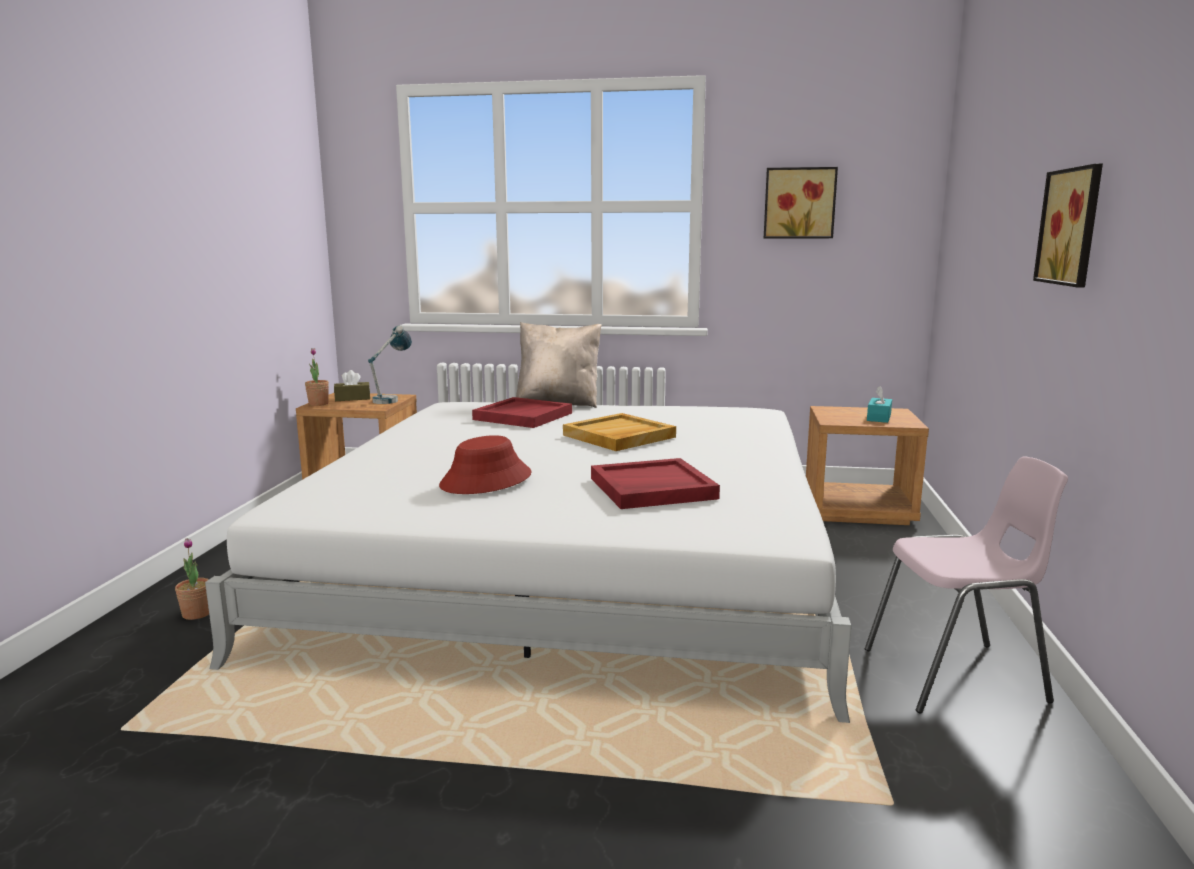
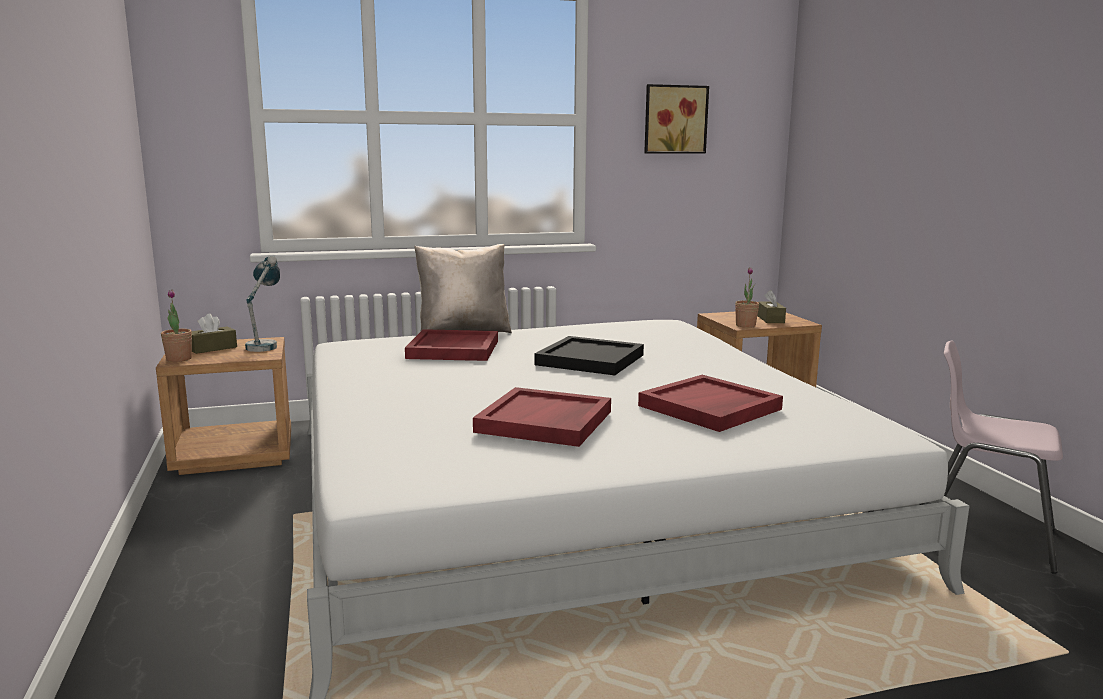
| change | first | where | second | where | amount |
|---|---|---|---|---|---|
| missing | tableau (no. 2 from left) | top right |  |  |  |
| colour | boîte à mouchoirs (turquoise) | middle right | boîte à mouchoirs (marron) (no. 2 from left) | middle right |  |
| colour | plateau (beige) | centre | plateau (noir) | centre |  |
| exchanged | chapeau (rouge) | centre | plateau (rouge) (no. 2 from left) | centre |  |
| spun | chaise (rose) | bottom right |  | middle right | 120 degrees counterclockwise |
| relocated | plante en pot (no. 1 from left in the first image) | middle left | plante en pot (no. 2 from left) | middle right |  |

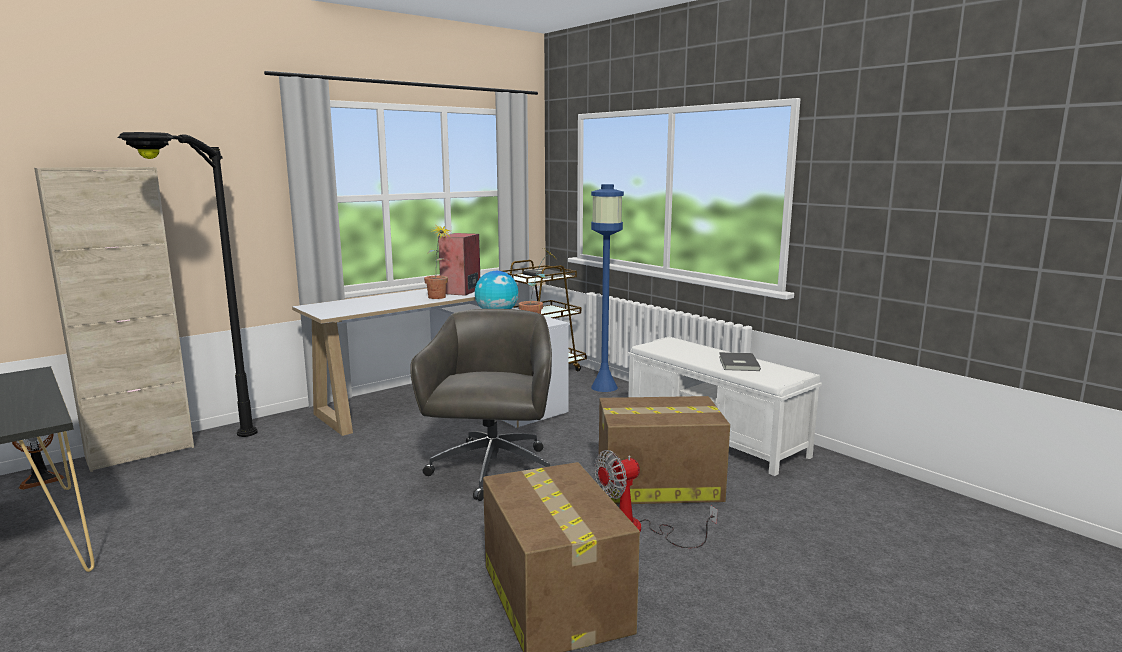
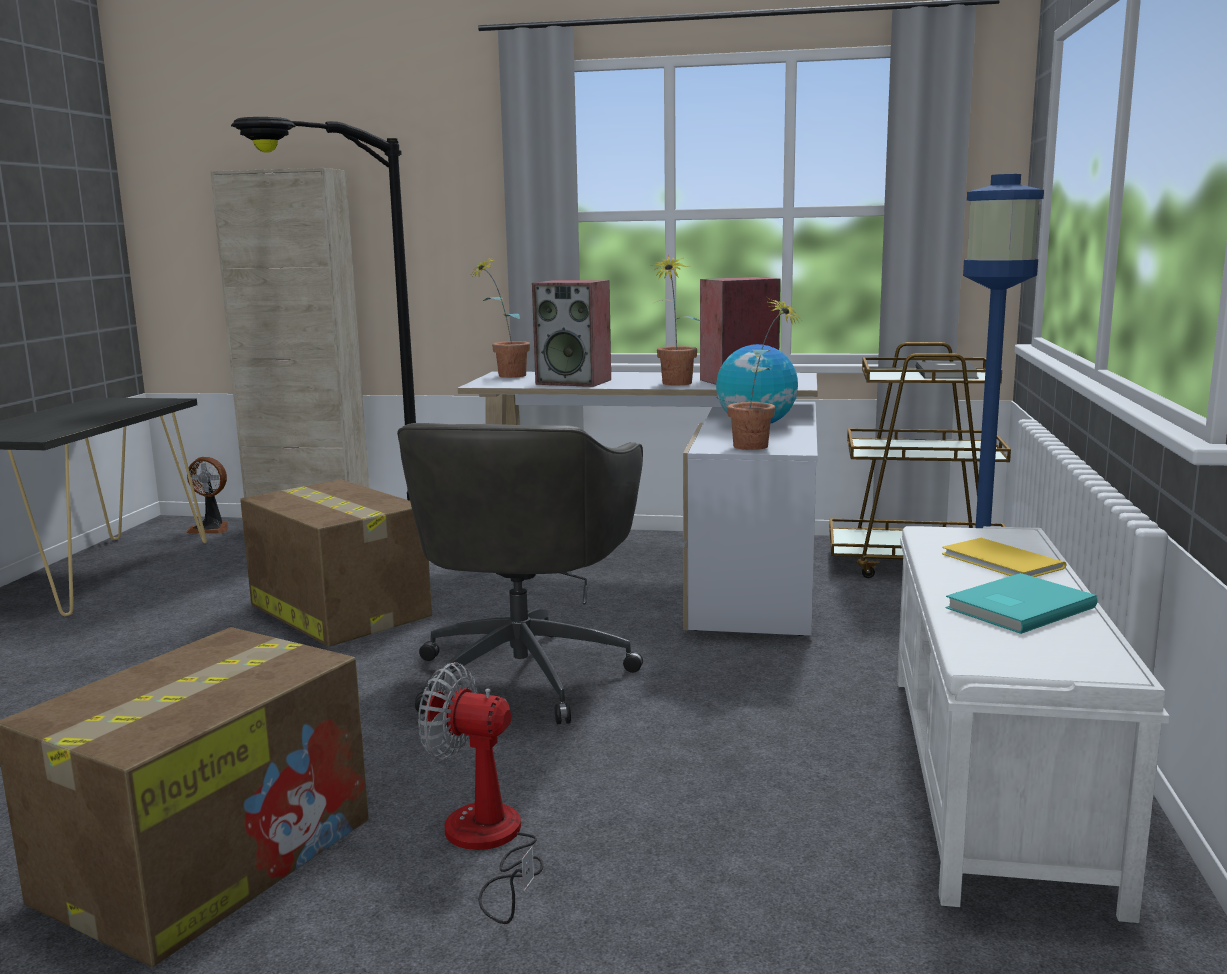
| change | first | where | second | where | amount |
|---|---|---|---|---|---|
| spun | chaise de bureau (gris) | centre |  | centre | 135 degrees clockwise |
| colour | livre (gris) (no. 2 from left) | centre | livre (turquoise) | middle right |  |
| relocated | carton (no. 2 from left) | bottom centre |  | middle left |  |
| appeared |  |  | plante en pot (no. 1 from left) | top centre |  |
| appeared |  |  | enceinte (no. 1 from left) | centre |  |
| appeared |  |  | livre (jaune) | middle right |  |

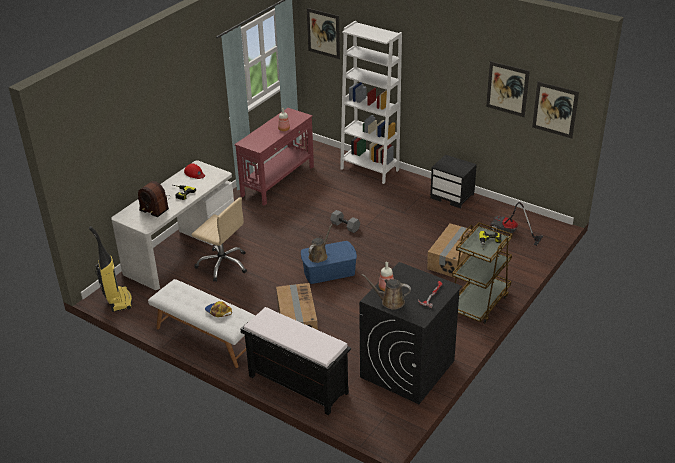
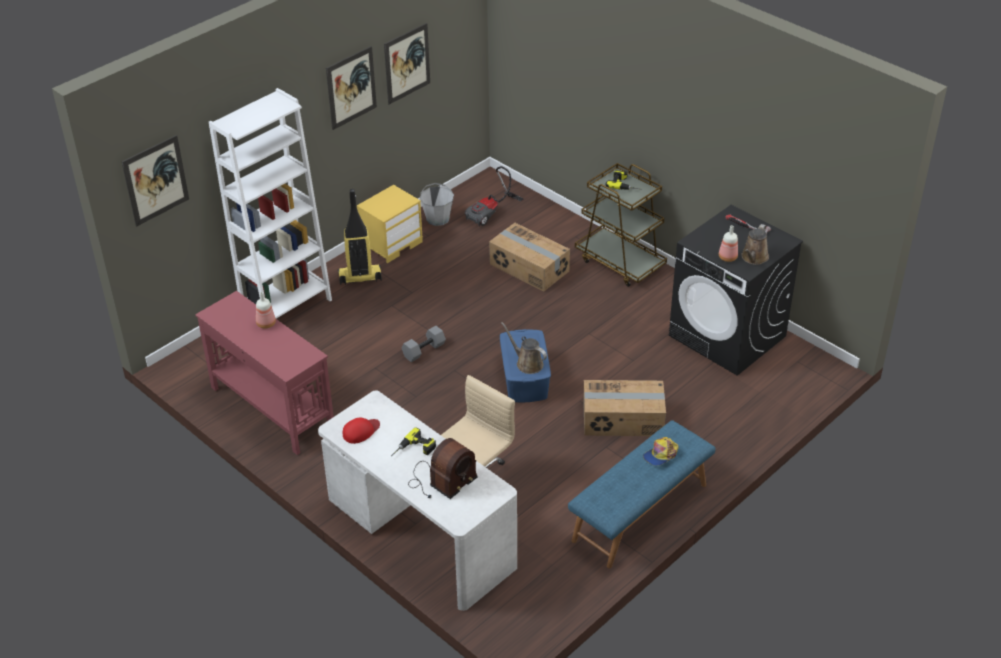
| change | first | where | second | where | amount |
|---|---|---|---|---|---|
| relocated | tableau (no. 3 from left in the first image) | top right | tableau (no. 2 from left) | top centre |  |
| colour | table de chevet (noir) | middle right | table de chevet (jaune) | centre |  |
| relocated | aspirateur (no. 1 from left) | middle left |  | centre |  |
| colour | banc (blanc) | bottom left | banc (bleu) | bottom centre |  |
| missing | banc (noir) | bottom centre |  |  |  |
| appeared |  |  | seau (gris) | top centre |  |

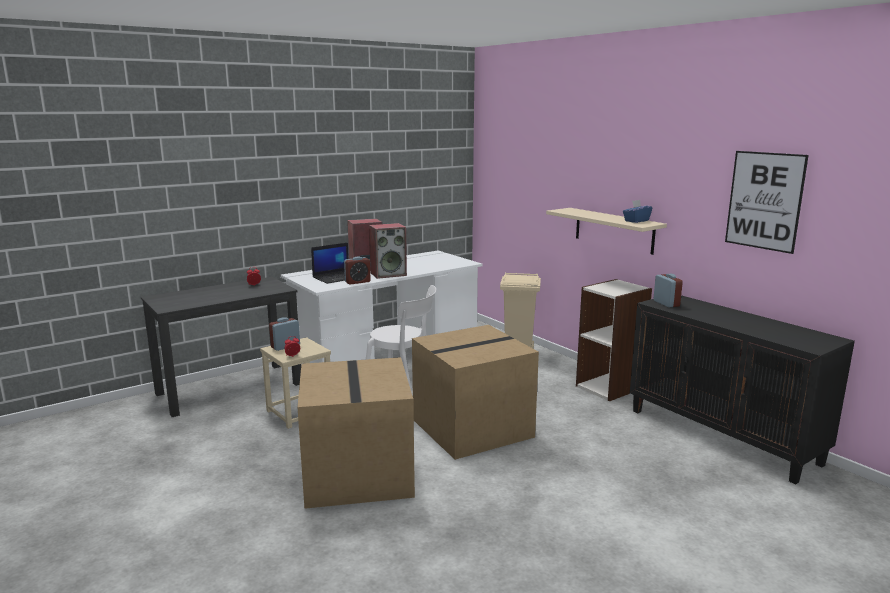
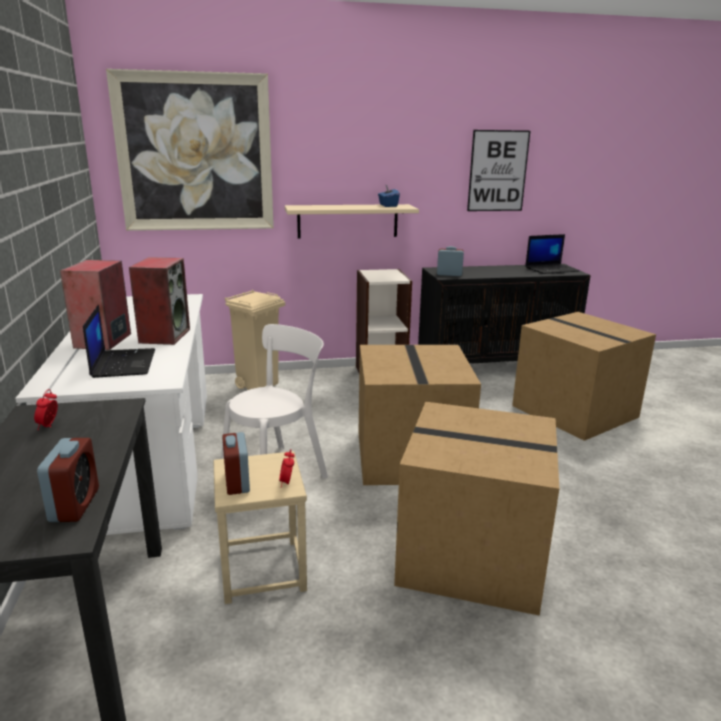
| change | first | where | second | where | amount |
|---|---|---|---|---|---|
| relocated | réveil (no. 4 from left in the first image) | centre | réveil (no. 2 from left) | middle left |  |
| appeared |  |  | tableau (no. 1 from left) | top left |  |
| appeared |  |  | ordinateur portable (no. 2 from left) | middle right |  |
| appeared |  |  | carton (no. 3 from left) | middle right |  |

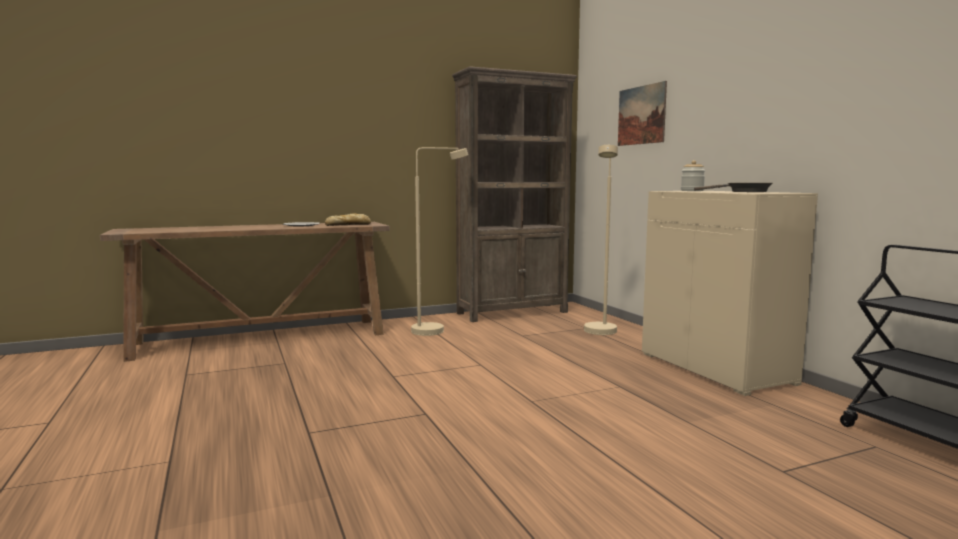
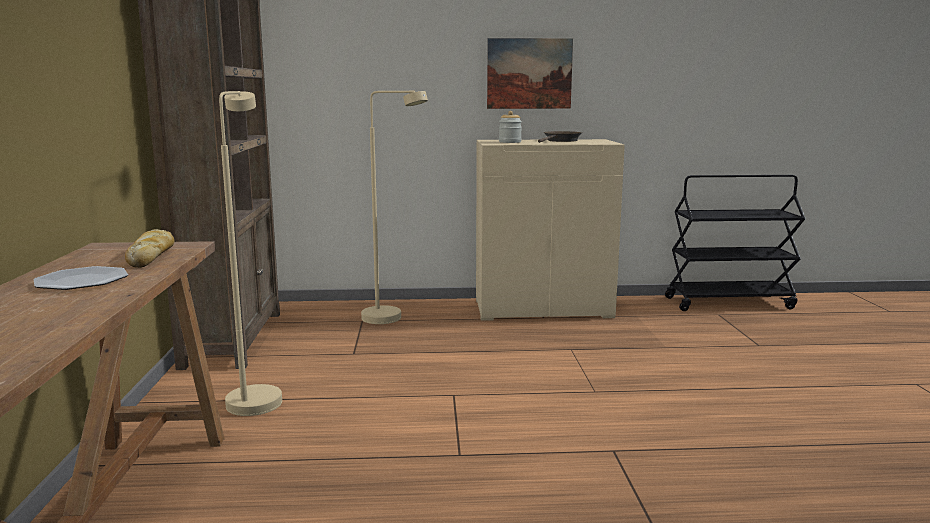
| change | first | where | second | where | amount |
|---|---|---|---|---|---|
| relocated | tableau | top right |  | top centre |  |

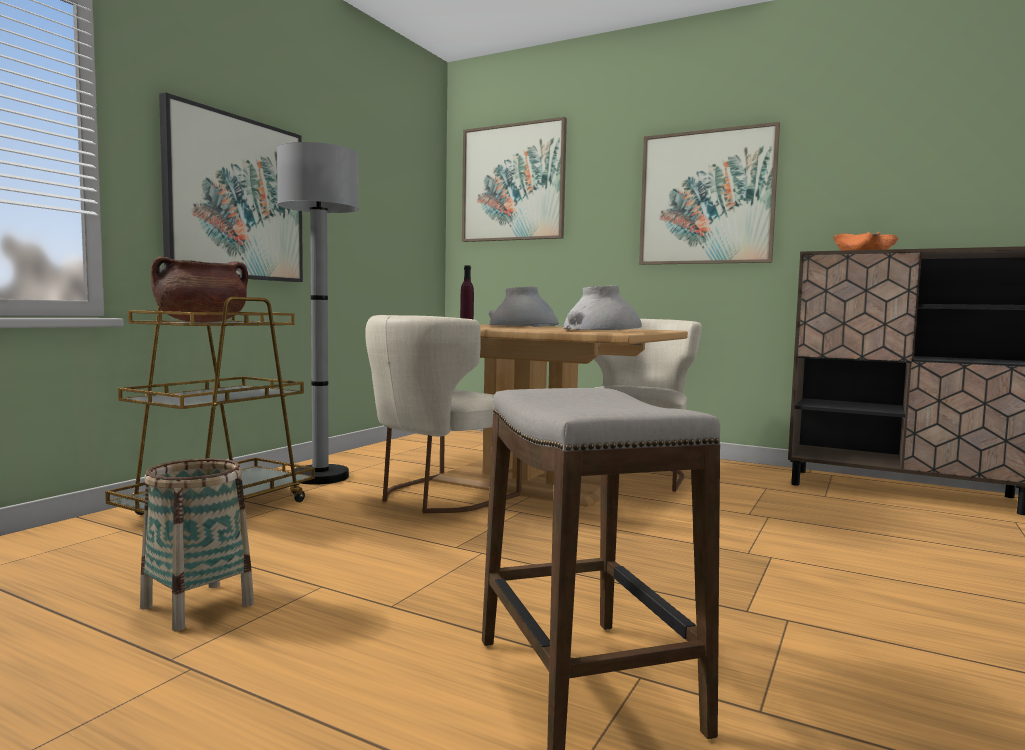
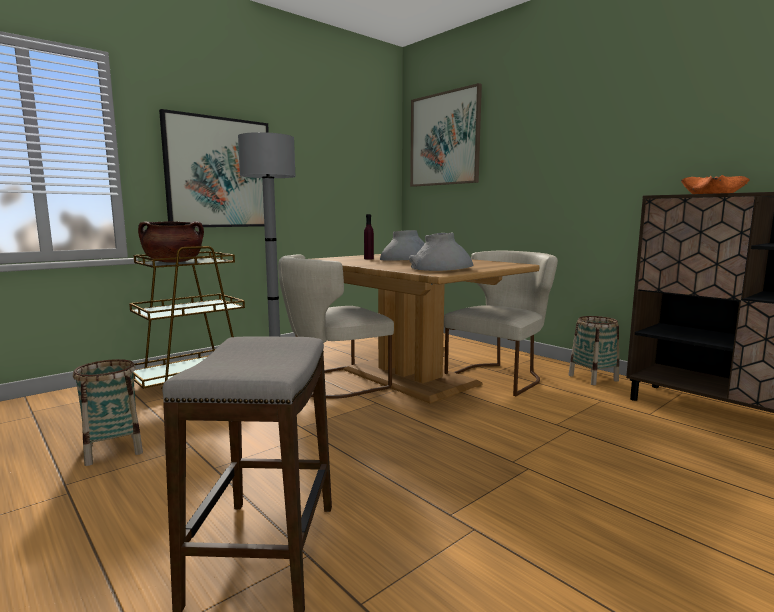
| change | first | where | second | where | amount |
|---|---|---|---|---|---|
| missing | tableau (no. 3 from left) | top right |  |  |  |
| appeared |  |  | panier (no. 2 from left) | middle right |  |

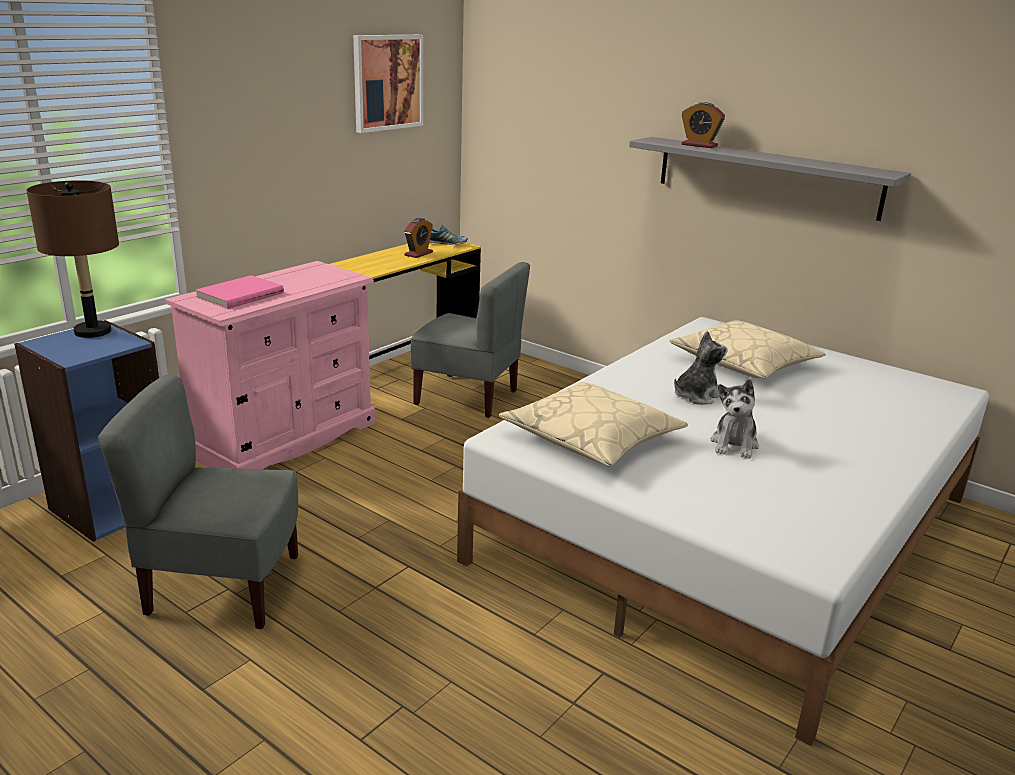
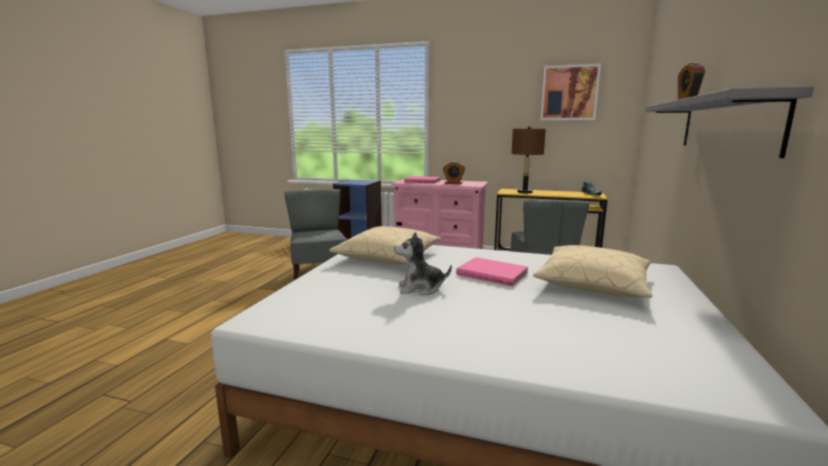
| change | first | where | second | where | amount |
|---|---|---|---|---|---|
| relocated | lampe de table (marron) | middle left |  | centre |  |
| relocated | réveil (no. 1 from left) | top centre |  | centre |  |
| exchanged | peluche (no. 1 from left) | middle right | livre (rose) (no. 2 from left) | centre |  |

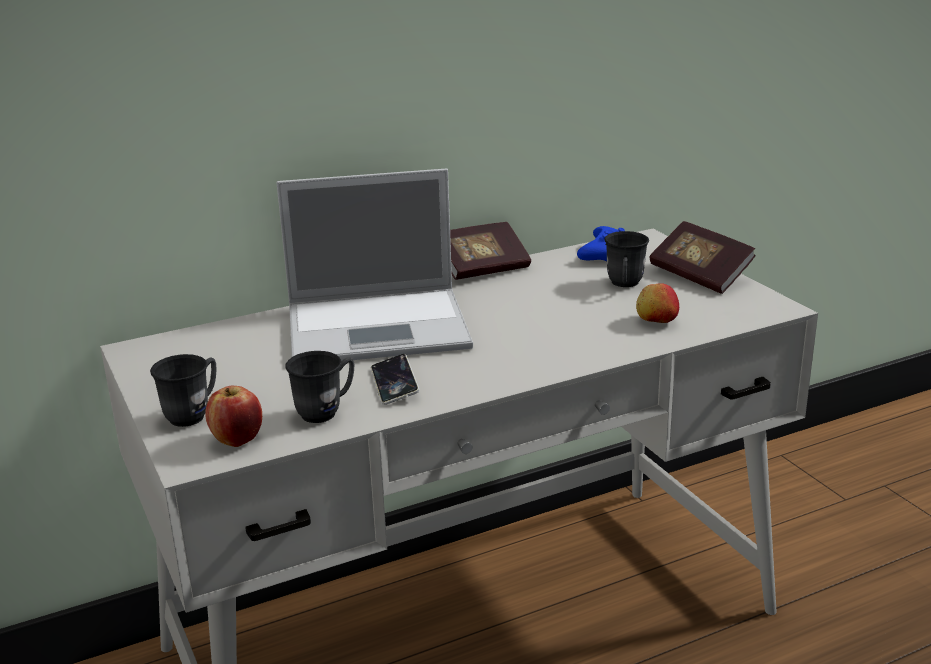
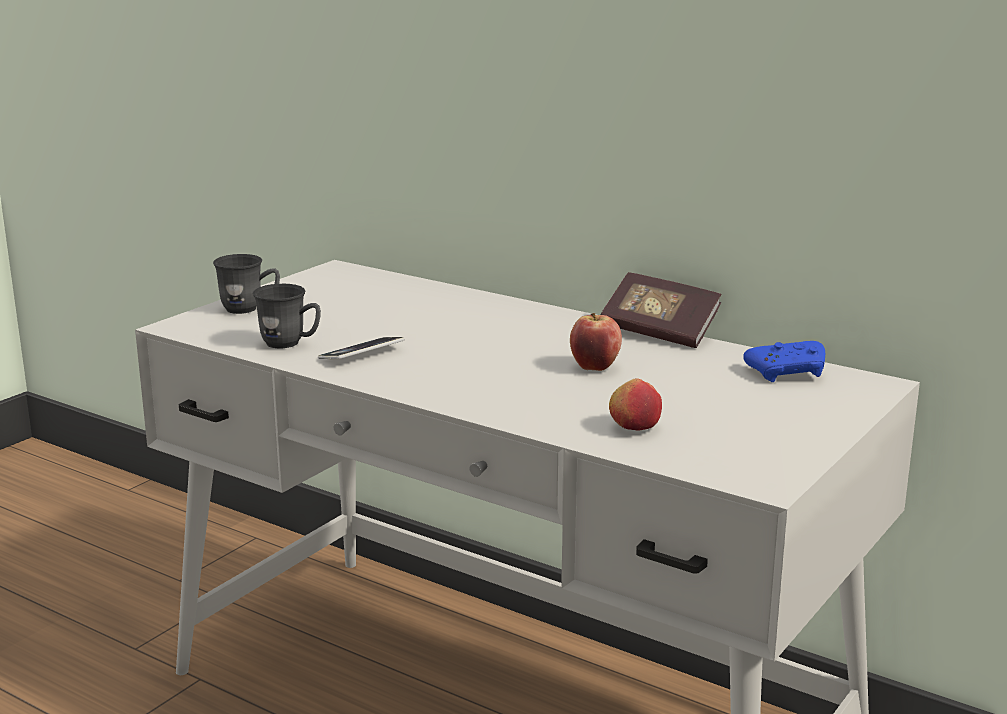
| change | first | where | second | where | amount |
|---|---|---|---|---|---|
| missing | ordinateur portable | centre |  |  |  |
| missing | livre (no. 2 from left) | middle right |  |  |  |
| missing | mug (gris) (no. 3 from left) | middle right |  |  |  |
| relocated | pomme (no. 1 from left) | middle left |  | centre |  |

